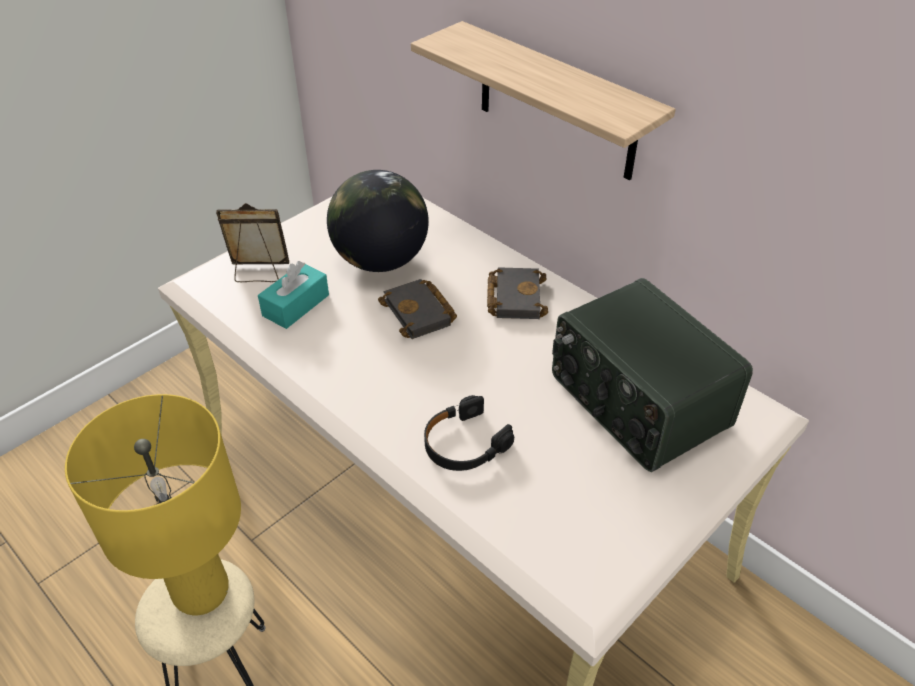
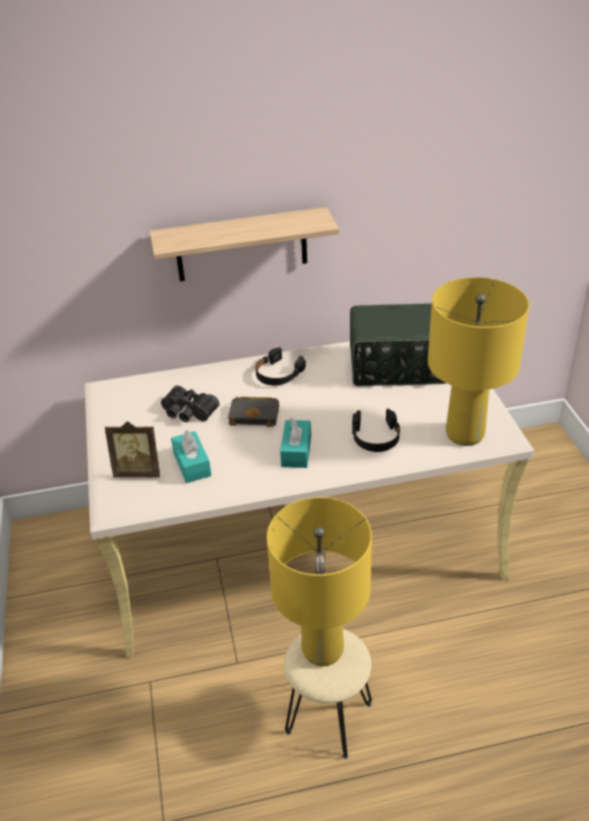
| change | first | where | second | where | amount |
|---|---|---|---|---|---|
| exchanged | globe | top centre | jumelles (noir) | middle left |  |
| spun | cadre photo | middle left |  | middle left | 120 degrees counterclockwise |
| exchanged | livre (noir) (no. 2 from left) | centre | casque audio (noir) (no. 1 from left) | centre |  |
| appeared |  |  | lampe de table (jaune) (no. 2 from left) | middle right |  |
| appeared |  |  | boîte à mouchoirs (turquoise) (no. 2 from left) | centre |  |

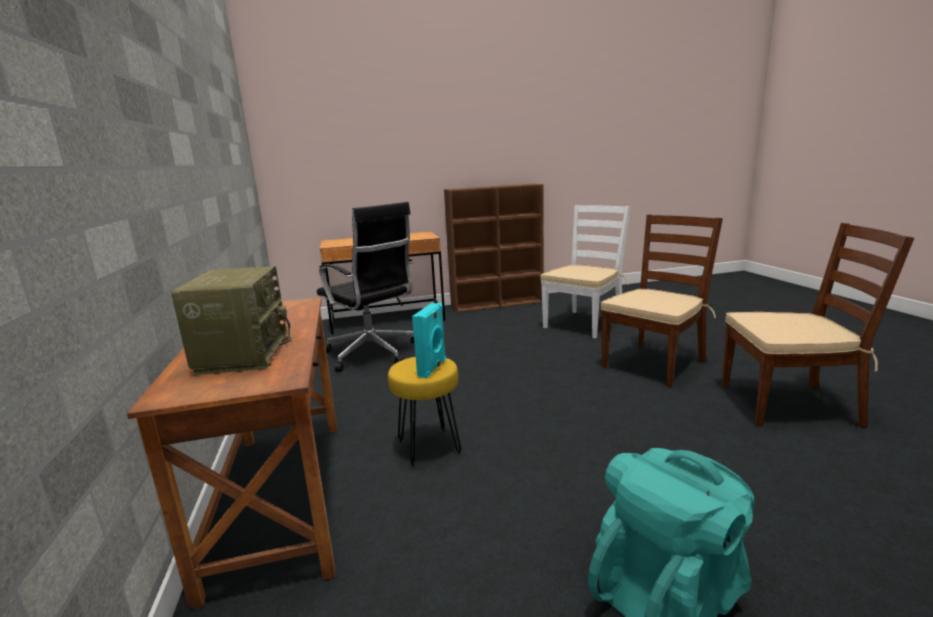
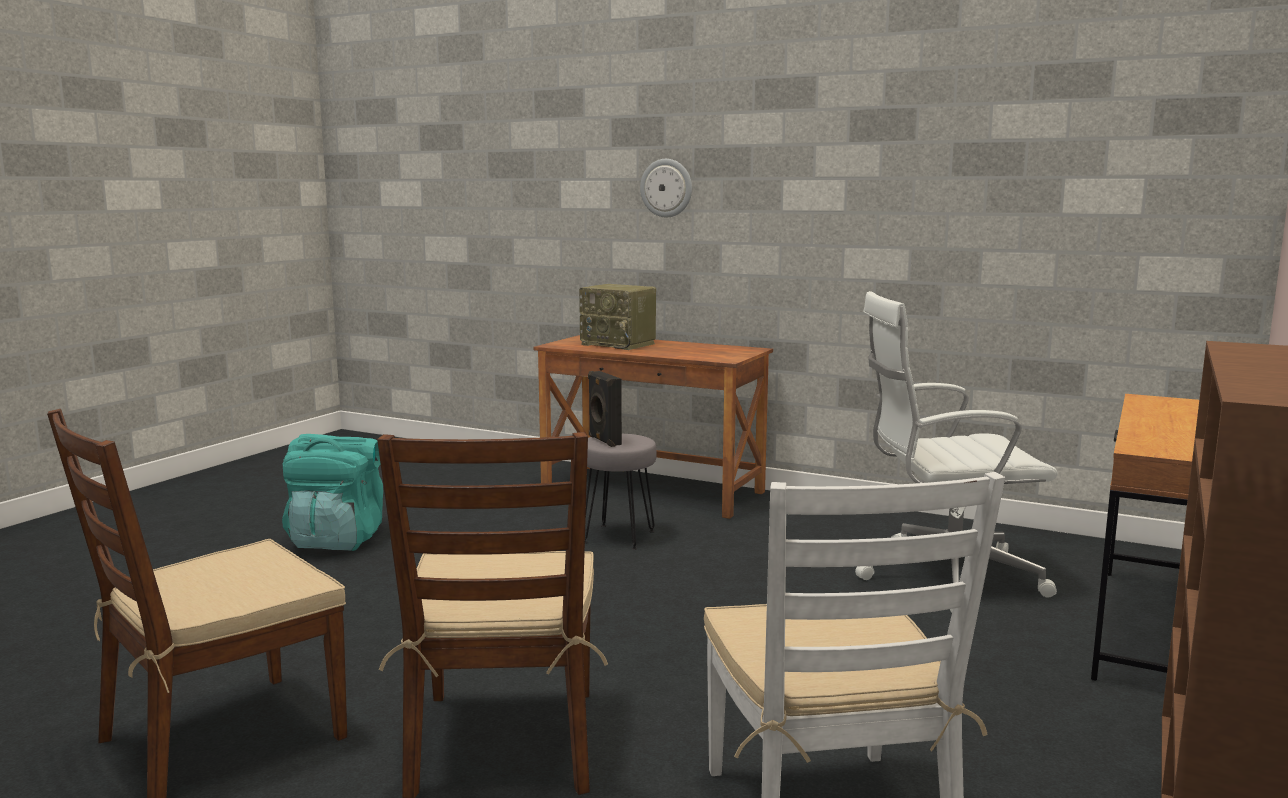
| change | first | where | second | where | amount |
|---|---|---|---|---|---|
| colour | chaise de bureau (noir) | centre | chaise de bureau (blanc) | middle right |  |
| colour | enceinte (turquoise) | centre | enceinte (noir) | centre |  |
| colour | tabouret (jaune) | bottom centre | tabouret (gris) | centre |  |
| appeared |  |  | horloge murale | top centre |  |

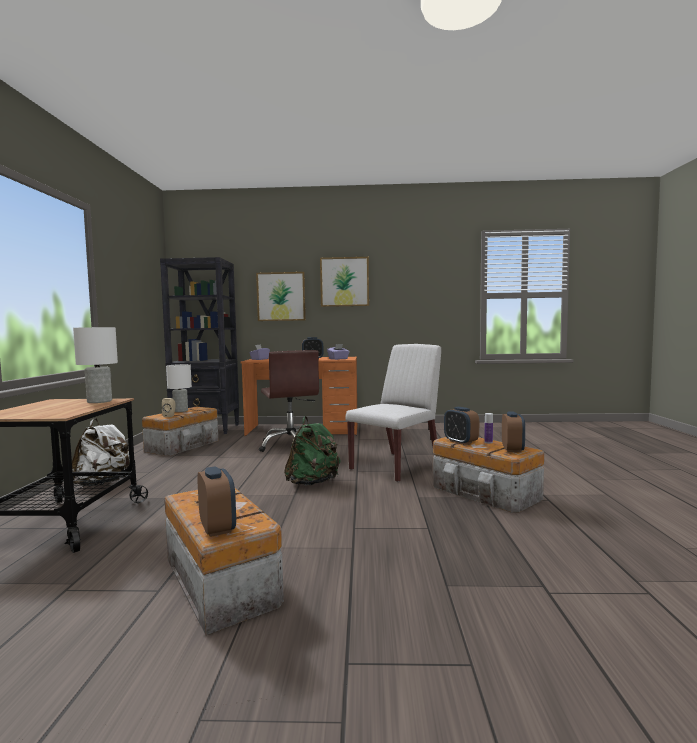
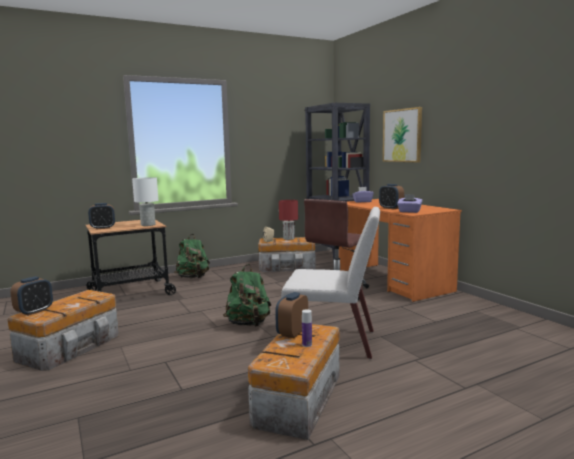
| change | first | where | second | where | amount |
|---|---|---|---|---|---|
| missing | tableau (no. 2 from left) | centre |  |  |  |
| colour | lampe de table (blanc) (no. 2 from left) | middle left | lampe de table (rouge) | centre |  |
| relocated | réveil (no. 4 from left in the first image) | middle right | réveil (no. 2 from left) | middle left |  |
| colour | sac à dos (blanc) | middle left | sac à dos (vert) (no. 1 from left) | centre |  |

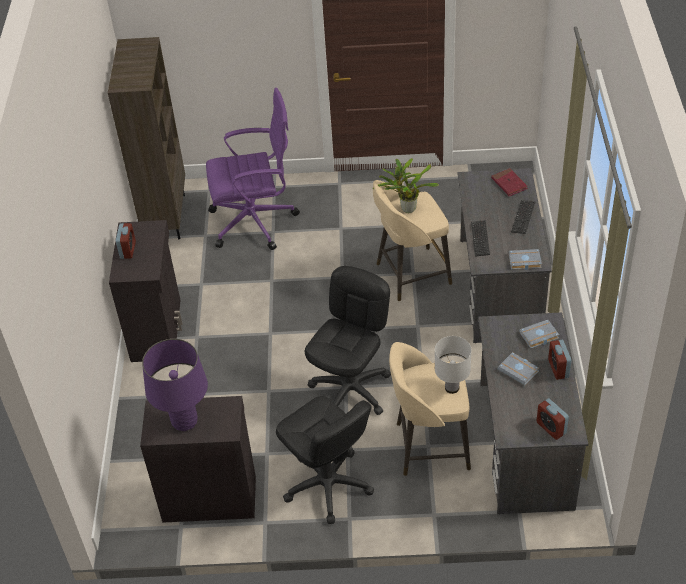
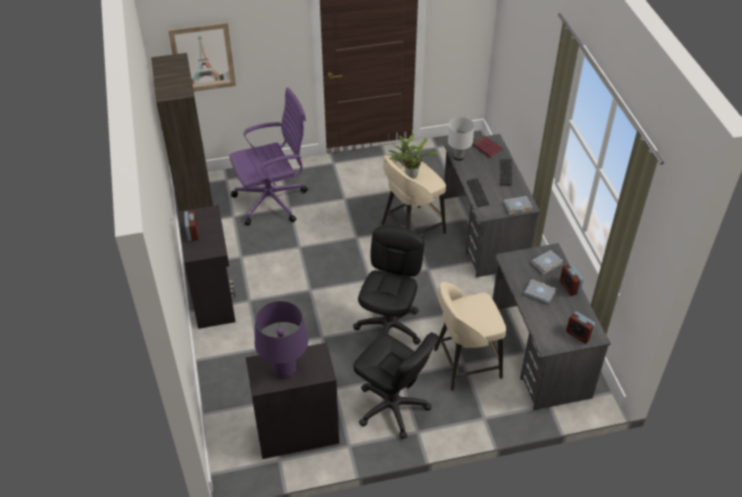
| change | first | where | second | where | amount |
|---|---|---|---|---|---|
| relocated | lampe de table (blanc) | centre |  | top centre |  |
| appeared |  |  | tableau | top left |  |

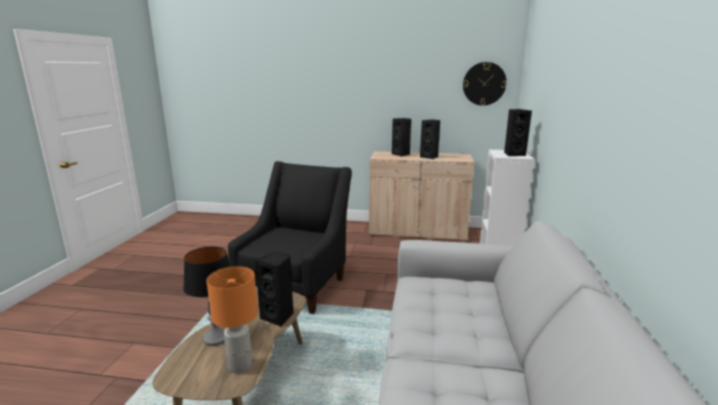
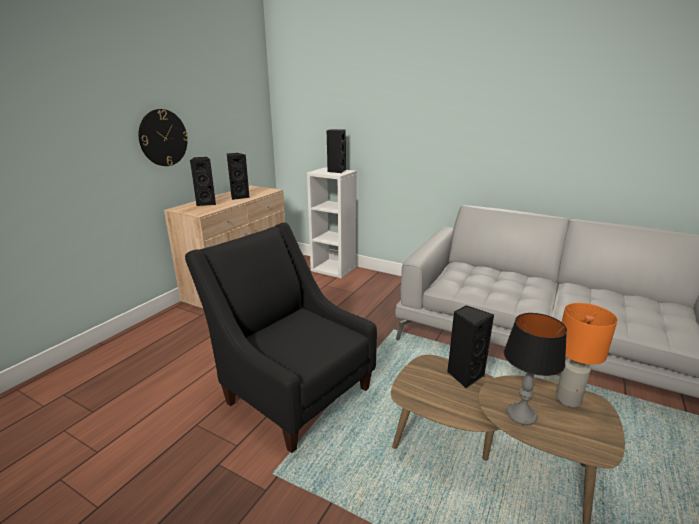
| change | first | where | second | where | amount |
|---|---|---|---|---|---|
| relocated | horloge murale | top right |  | top left |  |

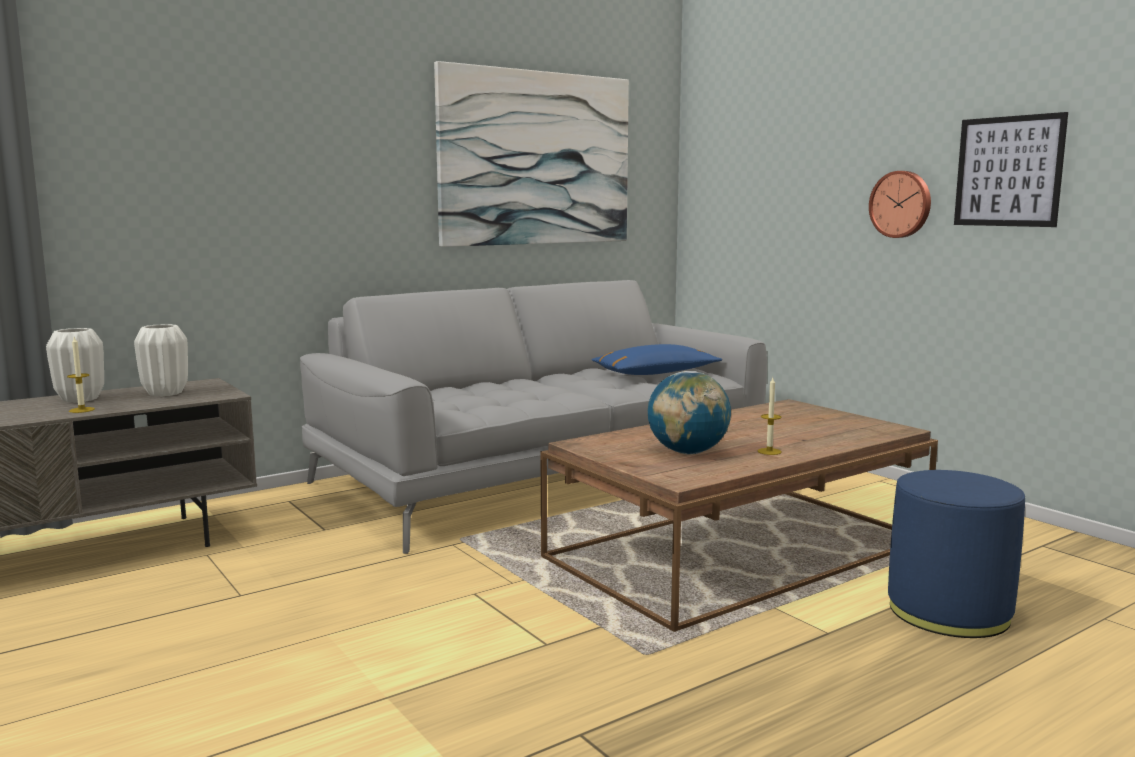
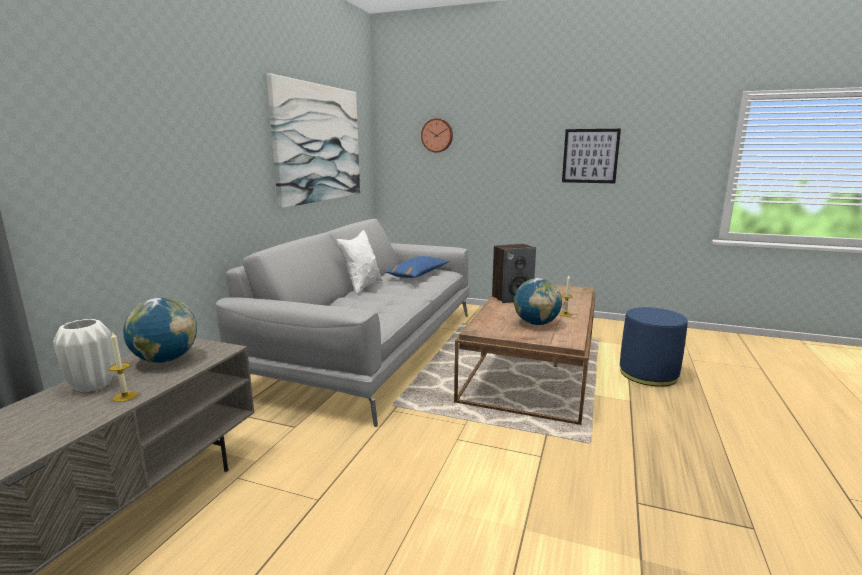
| change | first | where | second | where | amount |
|---|---|---|---|---|---|
| relocated | horloge murale | top right |  | top centre |  |
| exchanged | vase (blanc) (no. 2 from left) | middle left | globe (no. 1 from left) | middle left |  |
| appeared |  |  | coussin (blanc) | centre |  |
| appeared |  |  | enceinte | centre |  |

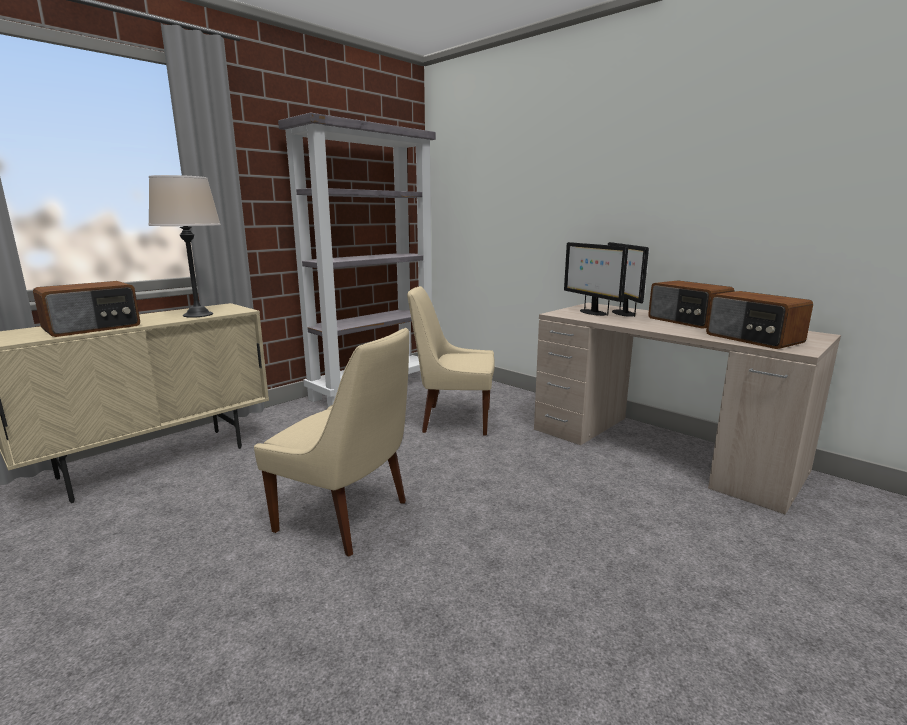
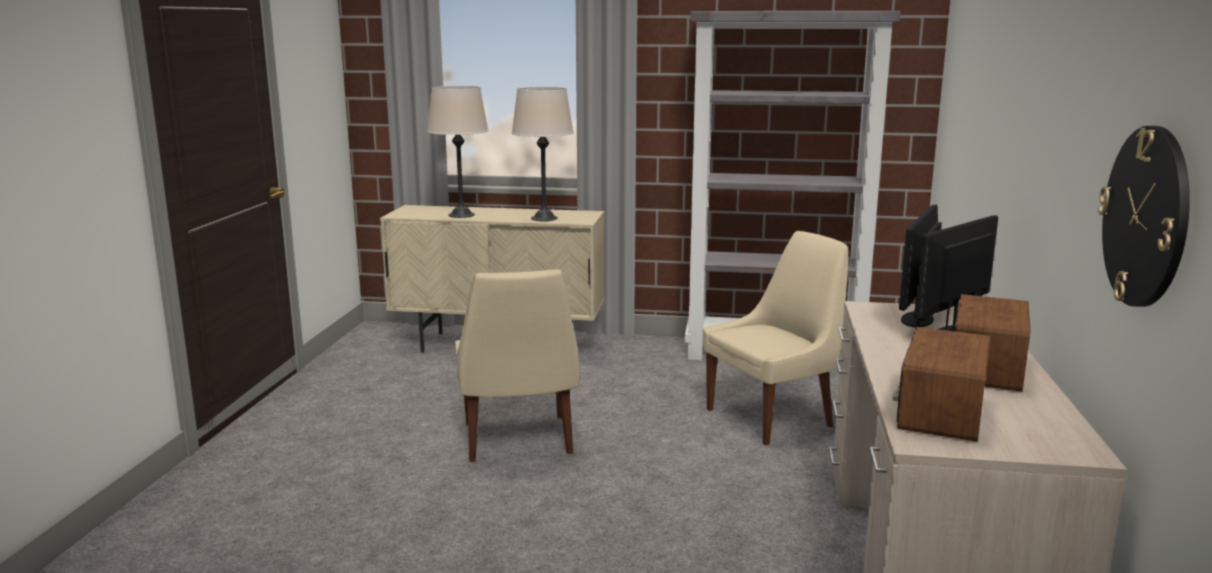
| change | first | where | second | where | amount |
|---|---|---|---|---|---|
| exchanged | radio (no. 1 from left) | middle left | lampe de table (beige) (no. 1 from left) | top centre |  |
| spun | chaise (beige) (no. 2 from left) | centre |  | centre | 90 degrees clockwise |
| appeared |  |  | horloge murale | middle right |  |

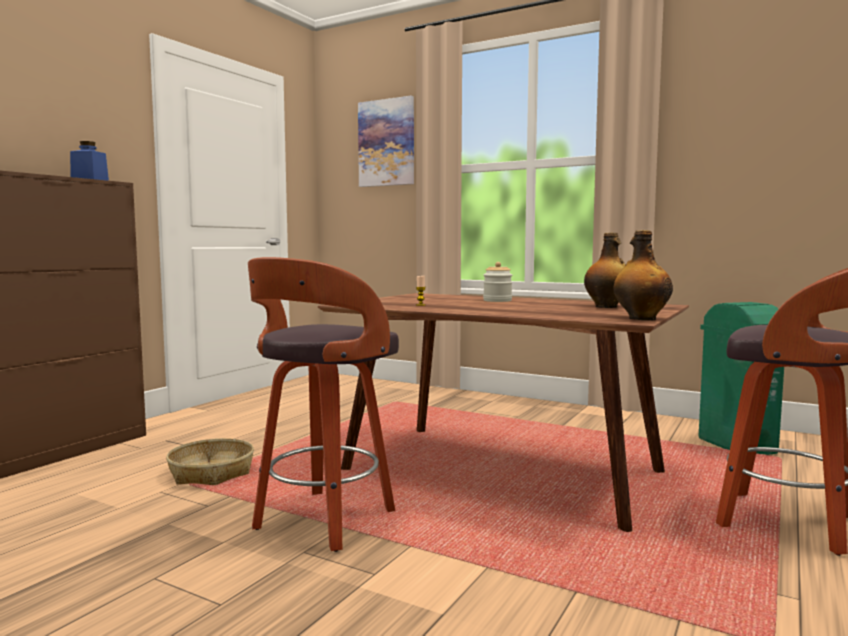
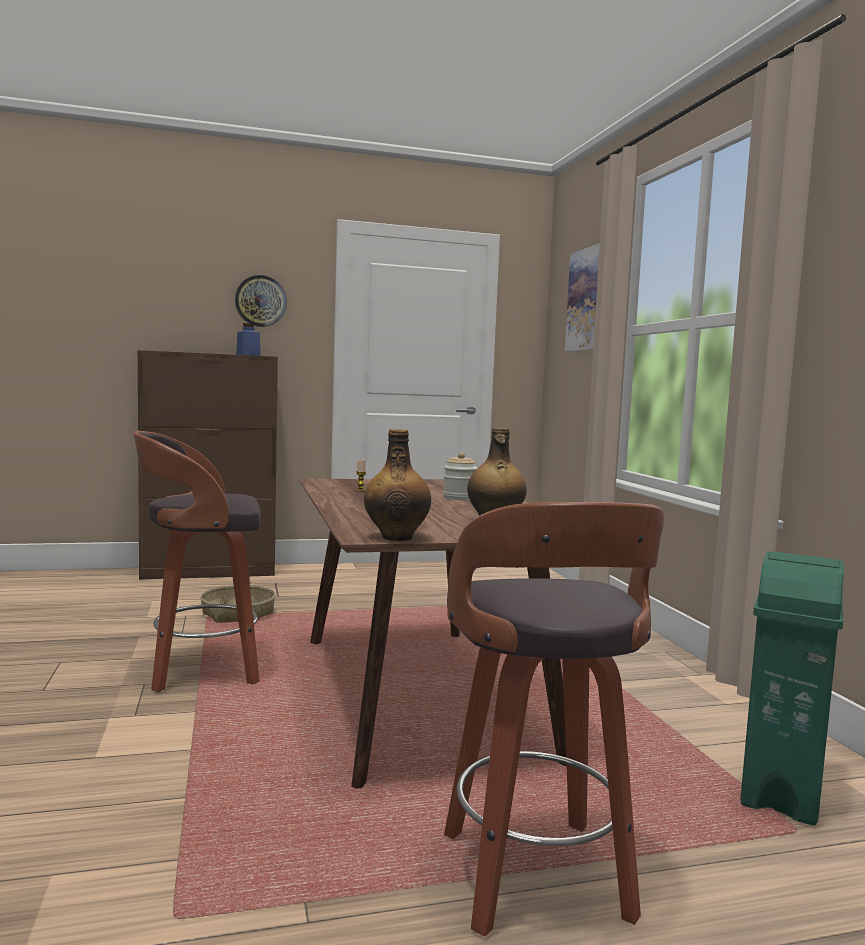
| change | first | where | second | where | amount |
|---|---|---|---|---|---|
| appeared |  |  | horloge murale | top left |  |

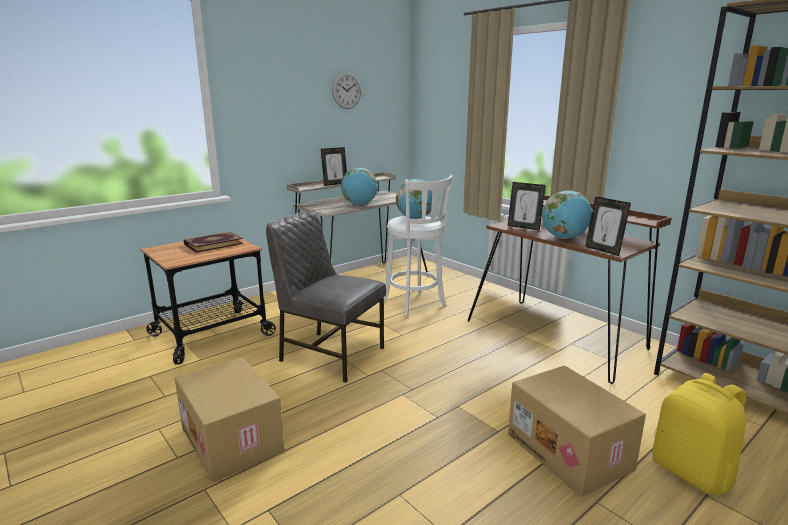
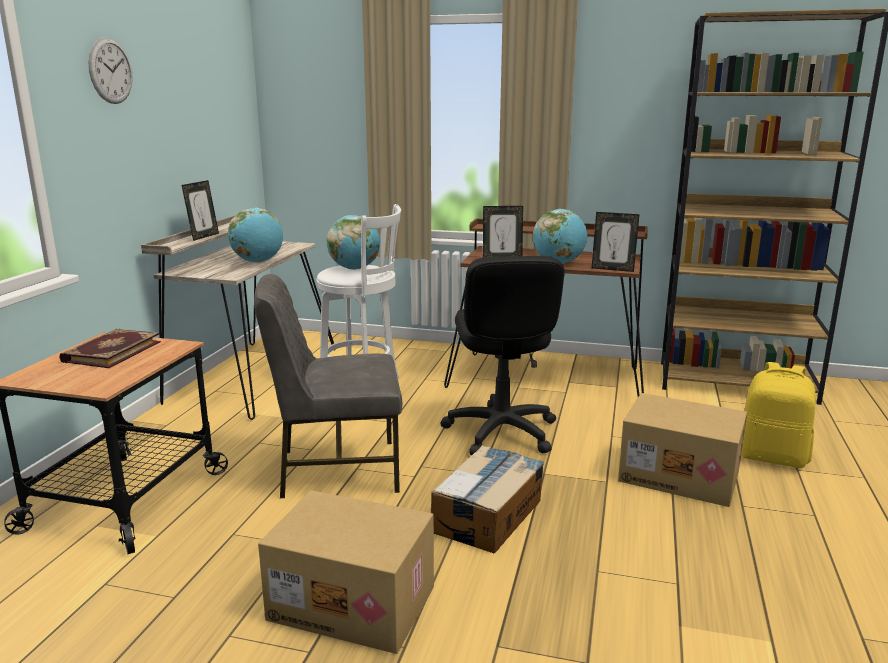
| change | first | where | second | where | amount |
|---|---|---|---|---|---|
| relocated | horloge murale | top centre |  | top left |  |
| appeared |  |  | chaise de bureau (noir) | centre |  |
| appeared |  |  | carton (no. 2 from left) | bottom centre |  |

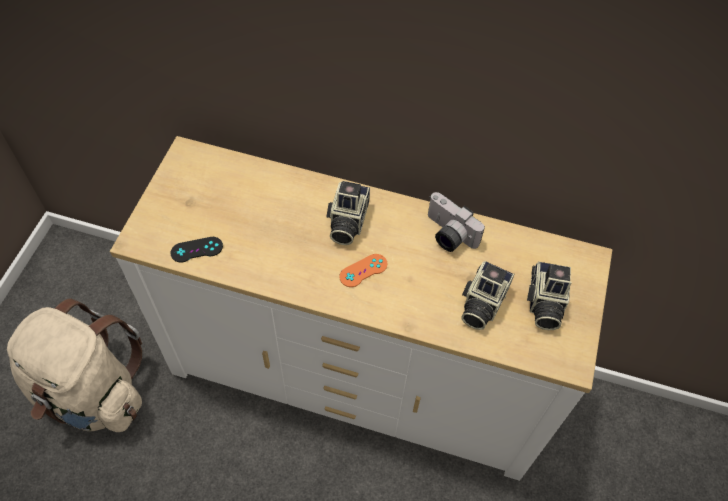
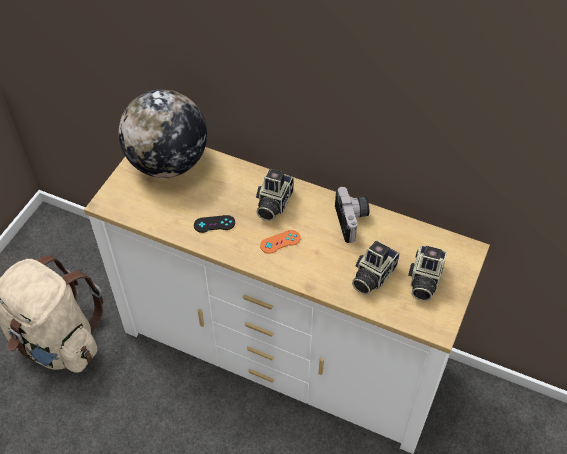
| change | first | where | second | where | amount |
|---|---|---|---|---|---|
| spun | appareil photo (no. 2 from left) | centre |  | centre | 150 degrees counterclockwise |
| relocated | manette (noir) | middle left |  | centre |  |
| appeared |  |  | globe | top left |  |

